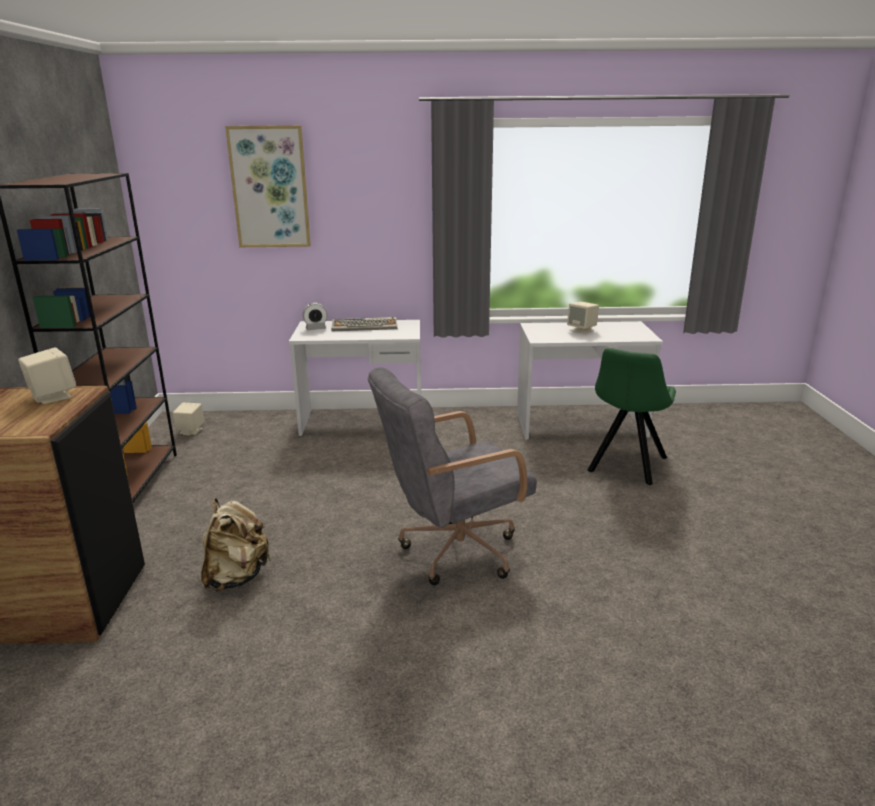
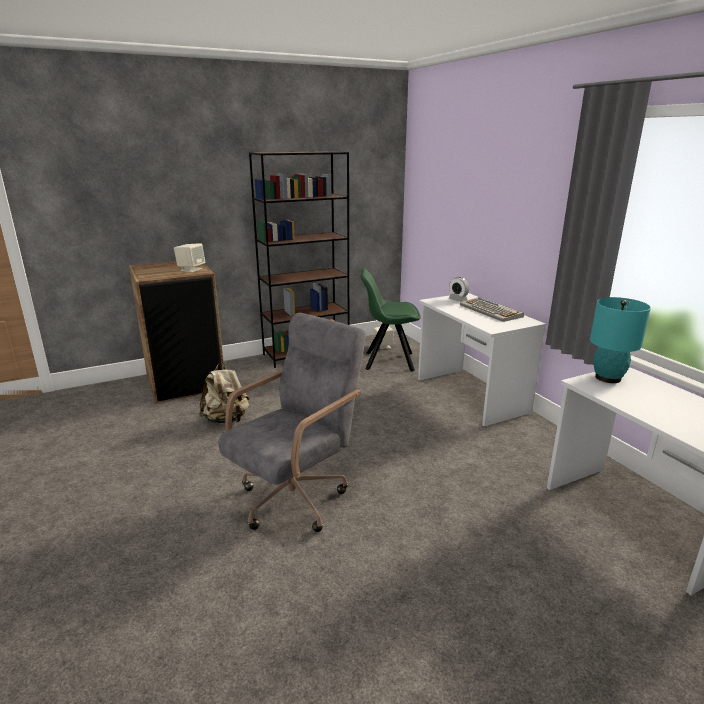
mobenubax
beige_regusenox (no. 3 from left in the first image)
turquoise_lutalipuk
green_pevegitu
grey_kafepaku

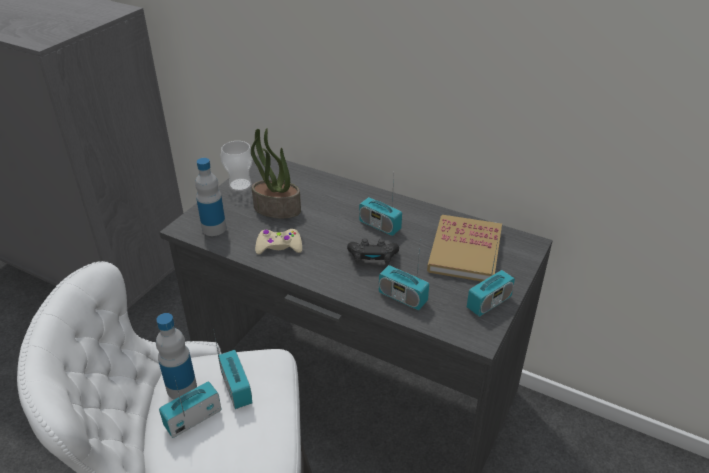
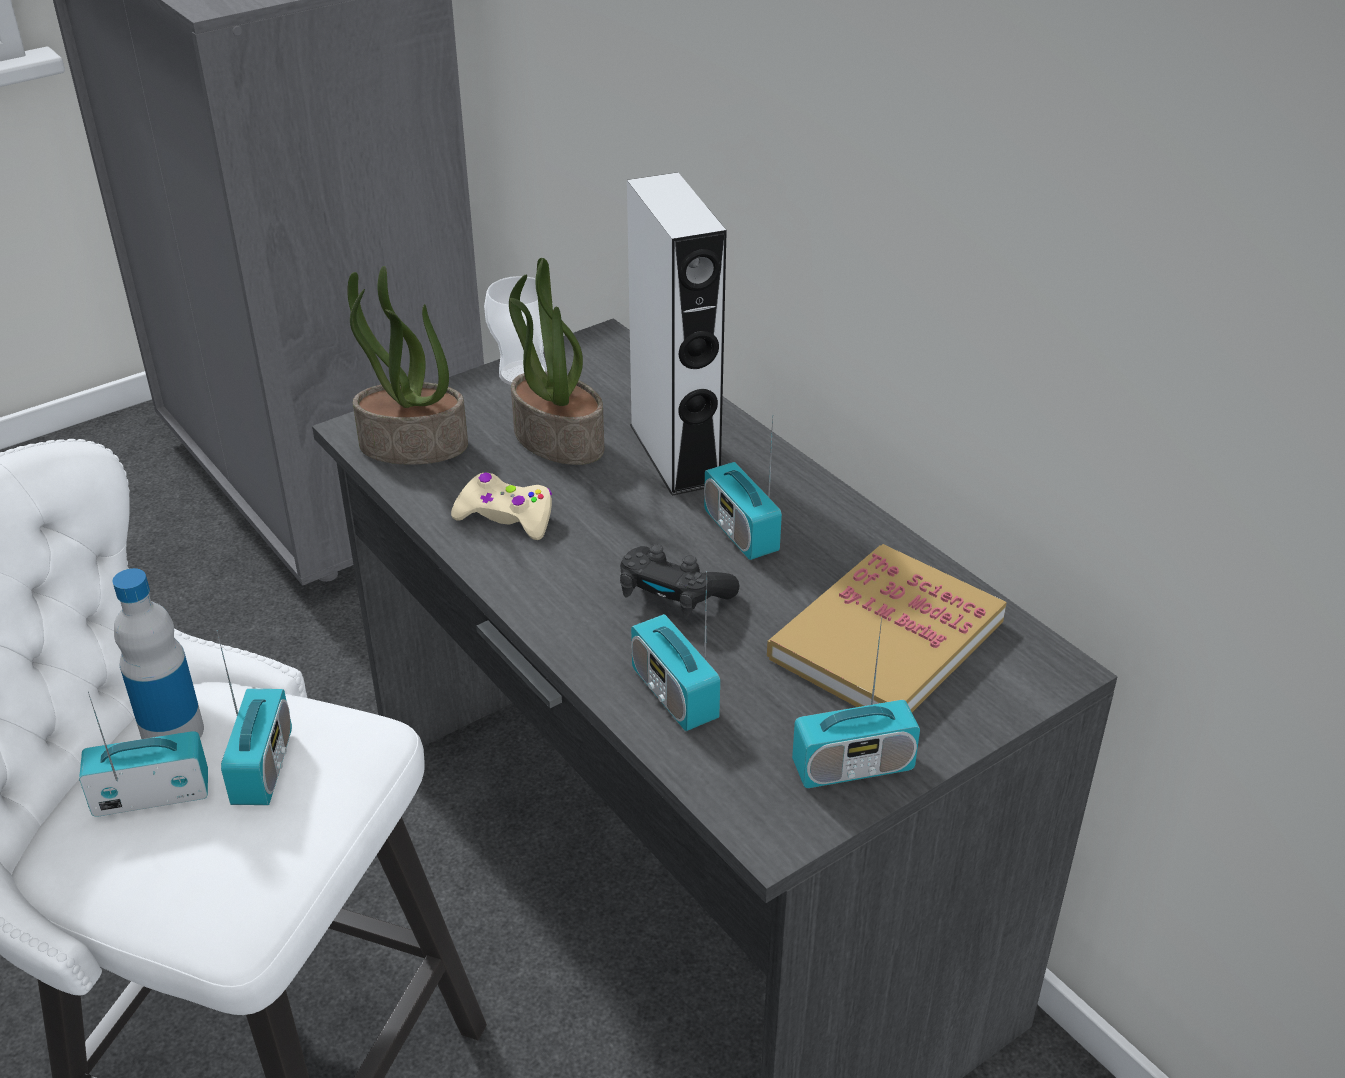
grey_regusenox
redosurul (no. 1 from left)

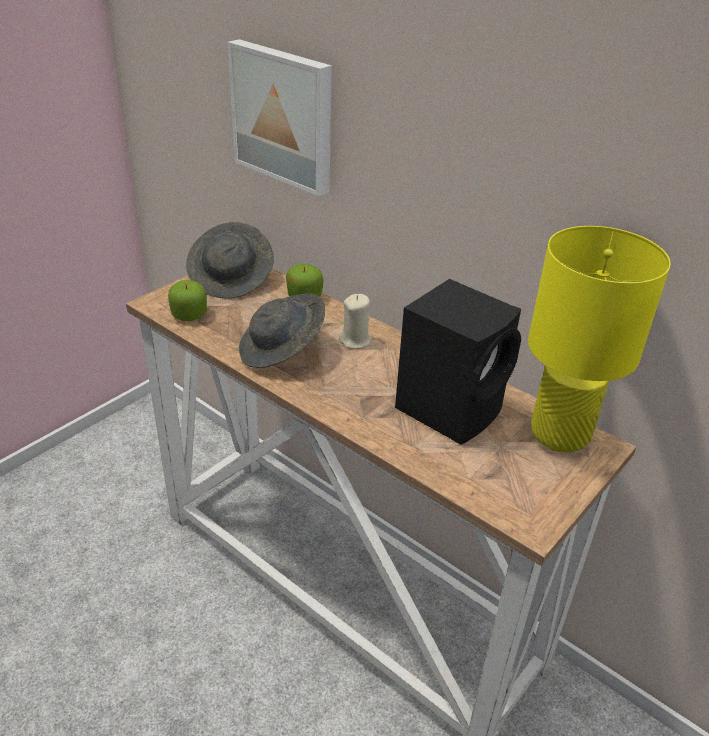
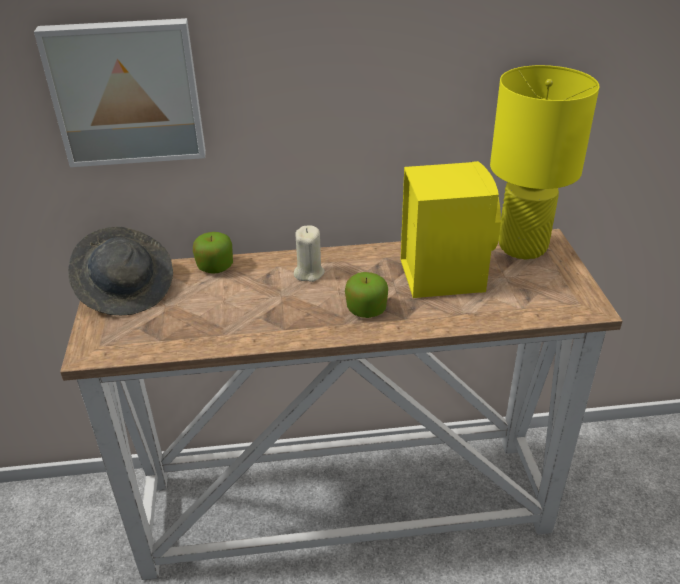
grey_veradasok (no. 2 from left in the first image)
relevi (no. 2 from left)
yellow_regusenox

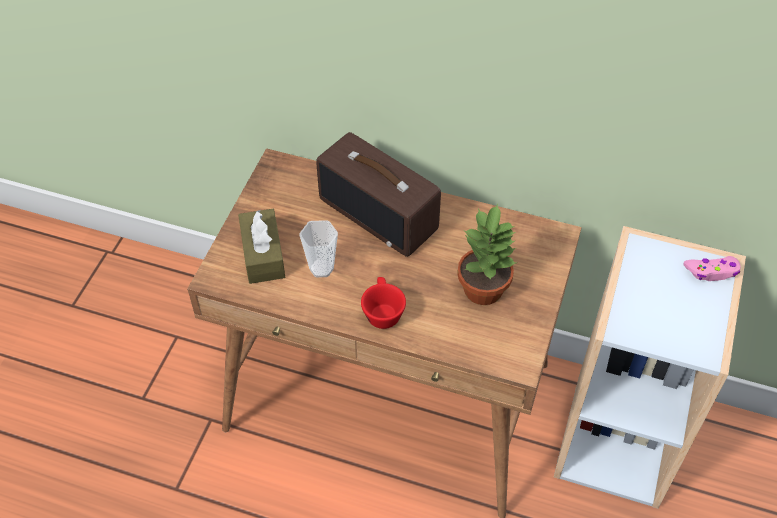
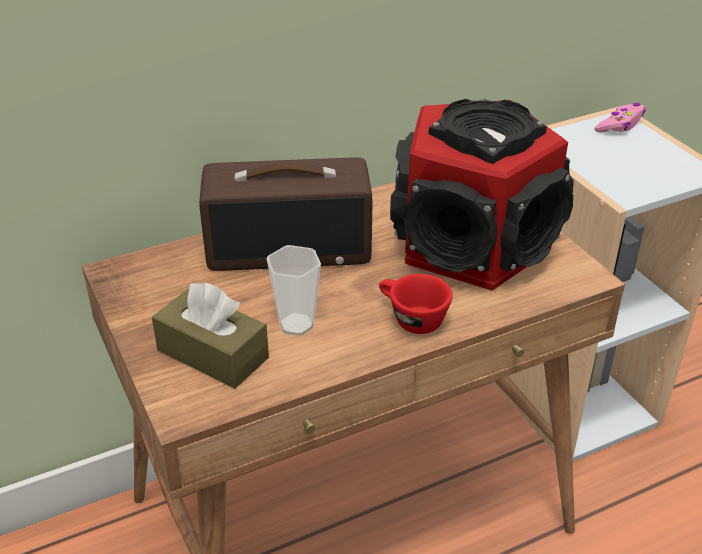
regusenox

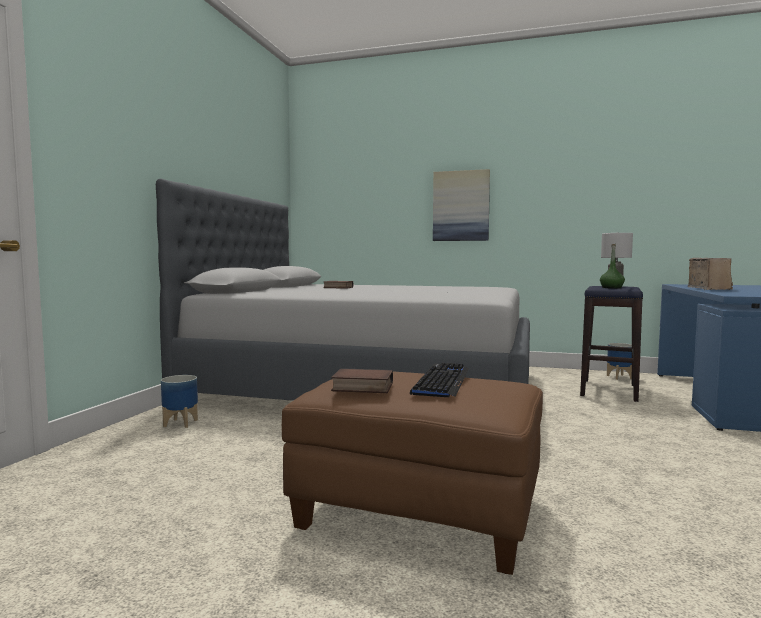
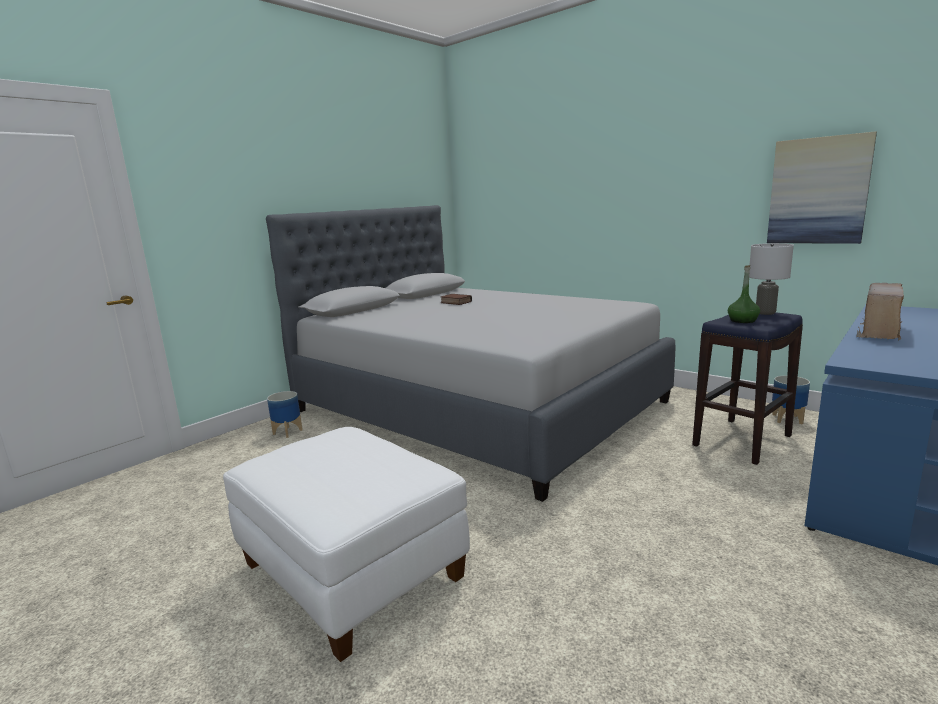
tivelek (no. 2 from left in the first image)
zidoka
mobenubax
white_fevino

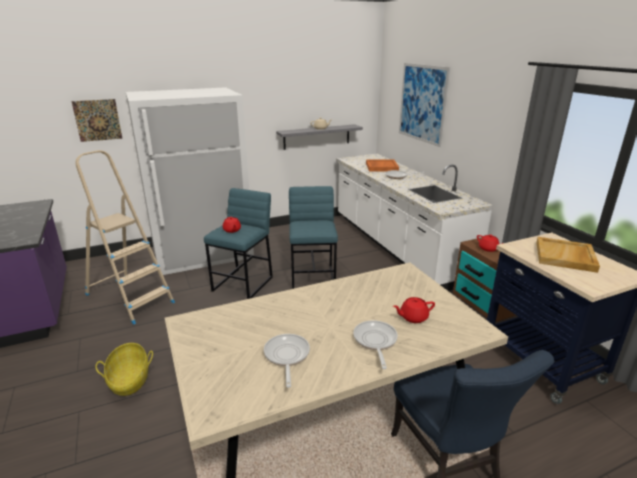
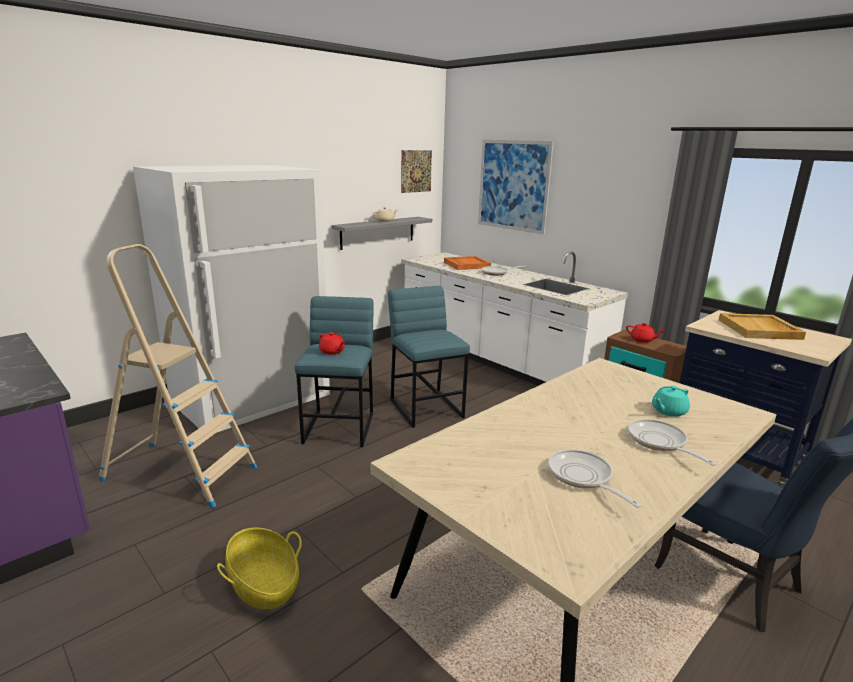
mobenubax (no. 1 from left)
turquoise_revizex

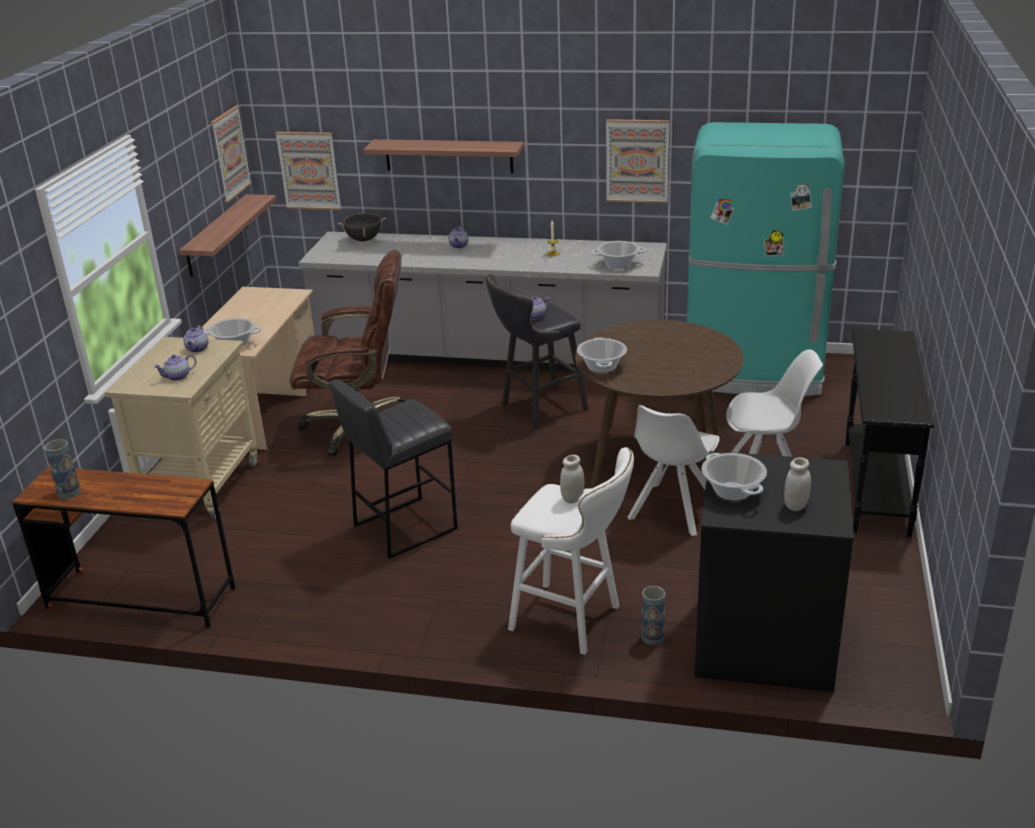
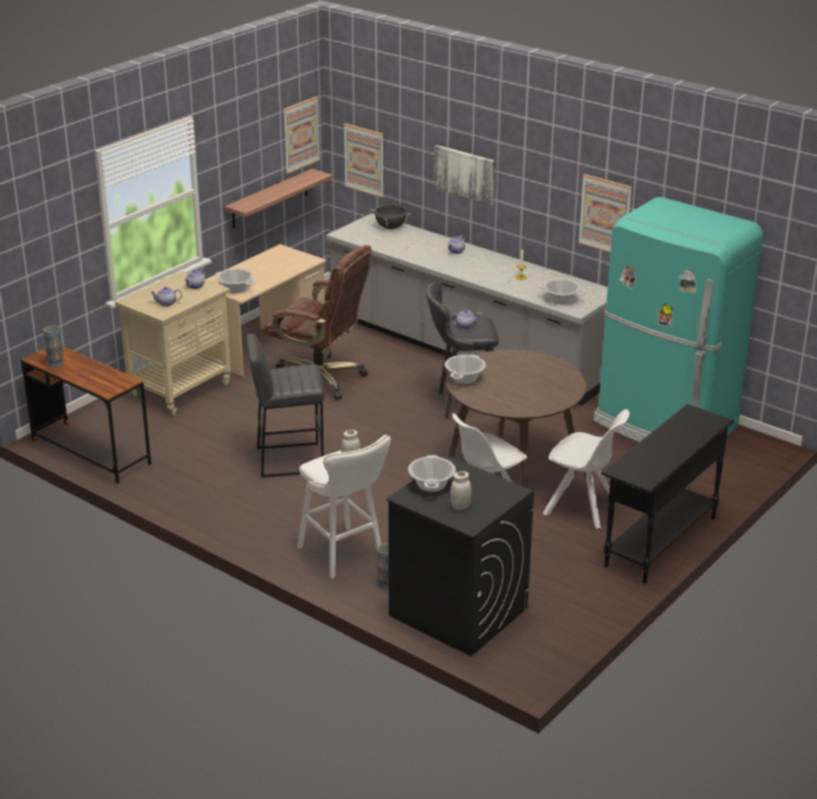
mobenubax (no. 3 from left)

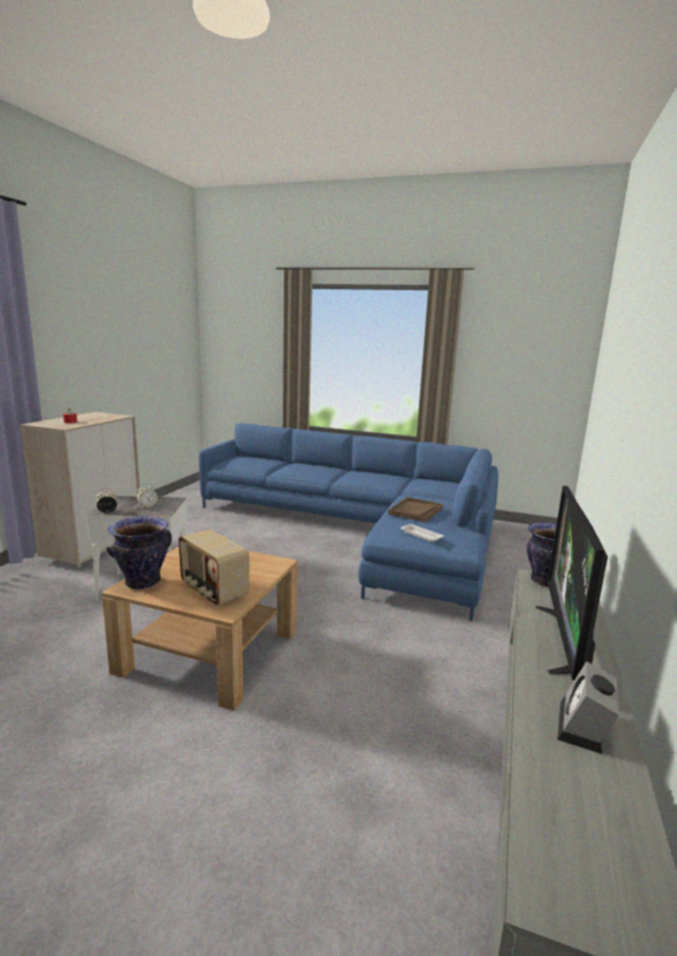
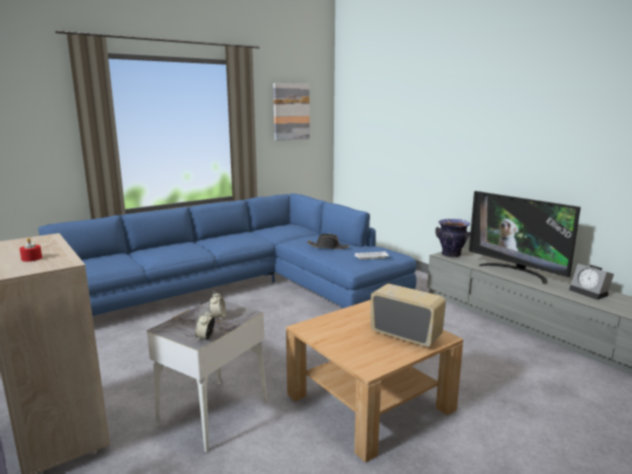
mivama (no. 1 from left in the first image)
mobenubax
black_veradasok
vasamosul

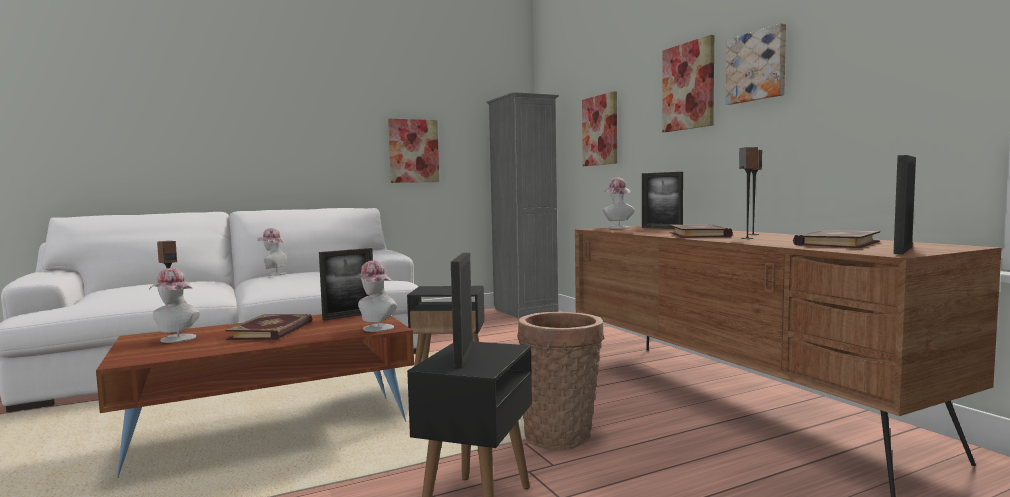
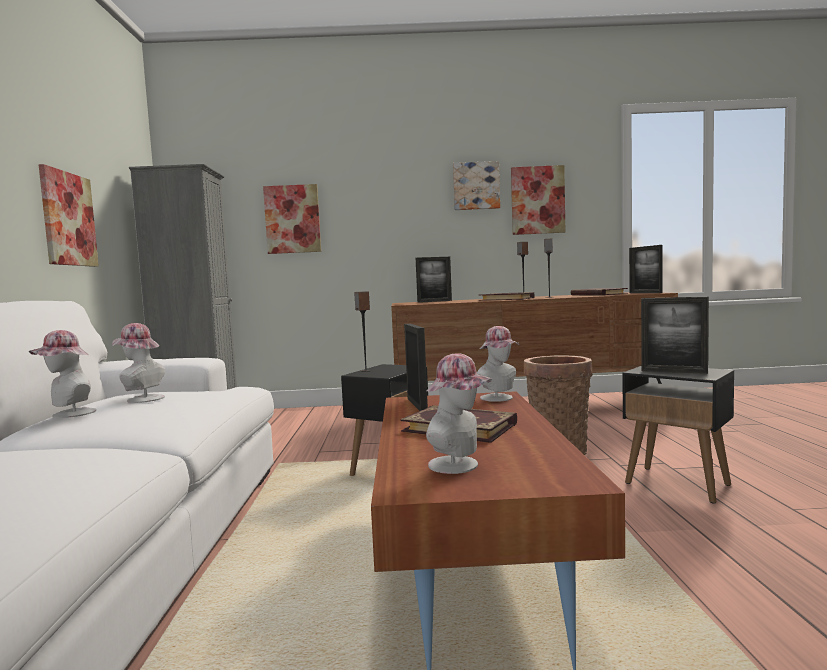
regusenox (no. 1 from left)
veradasok (no. 2 from left)
mobenubax (no. 4 from left)

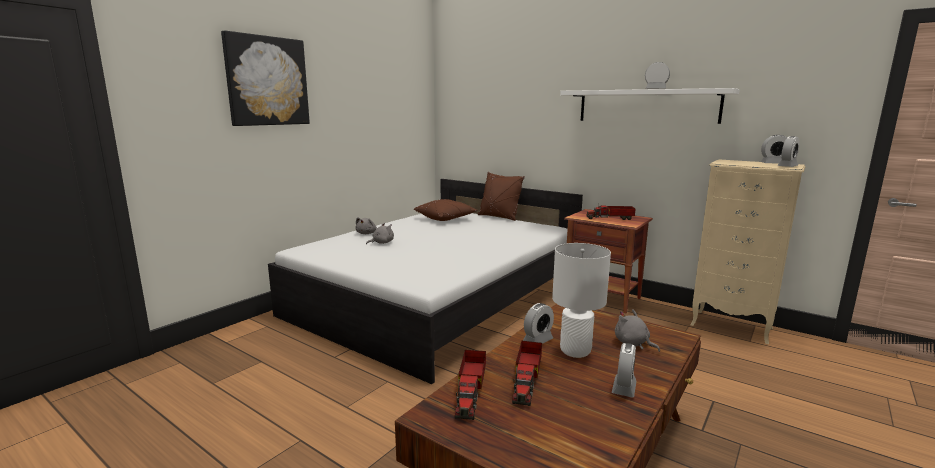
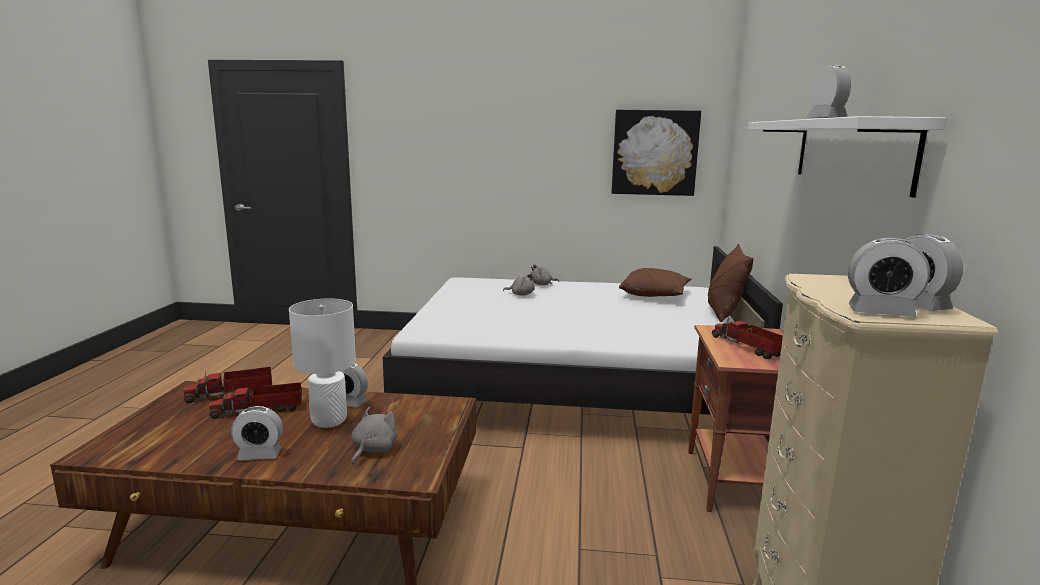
mobenubax

